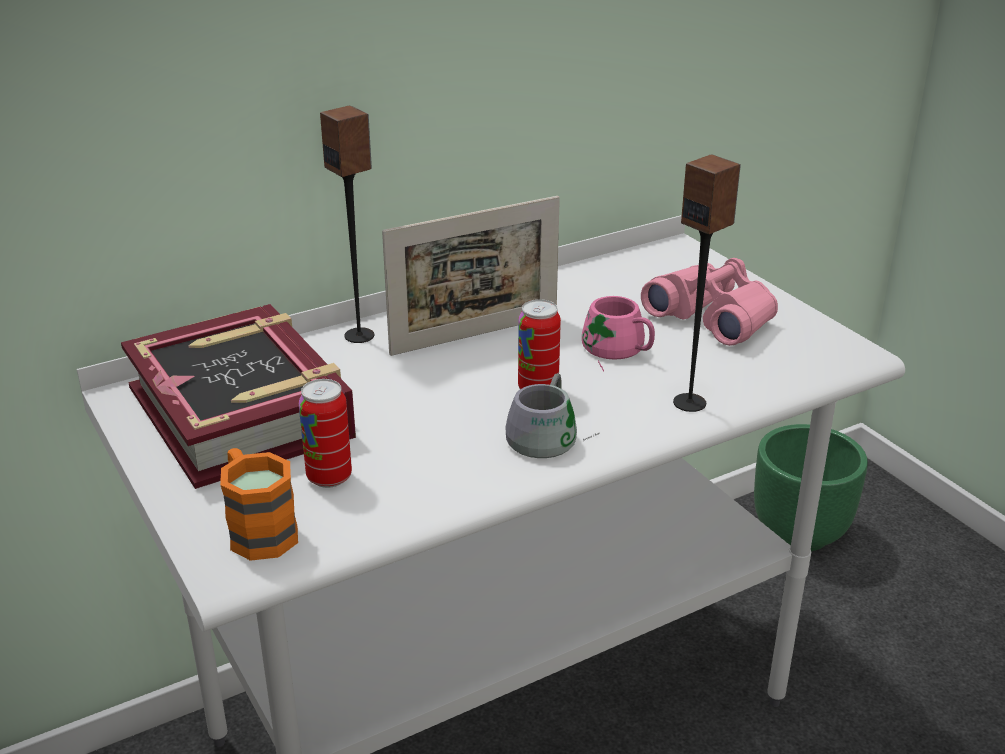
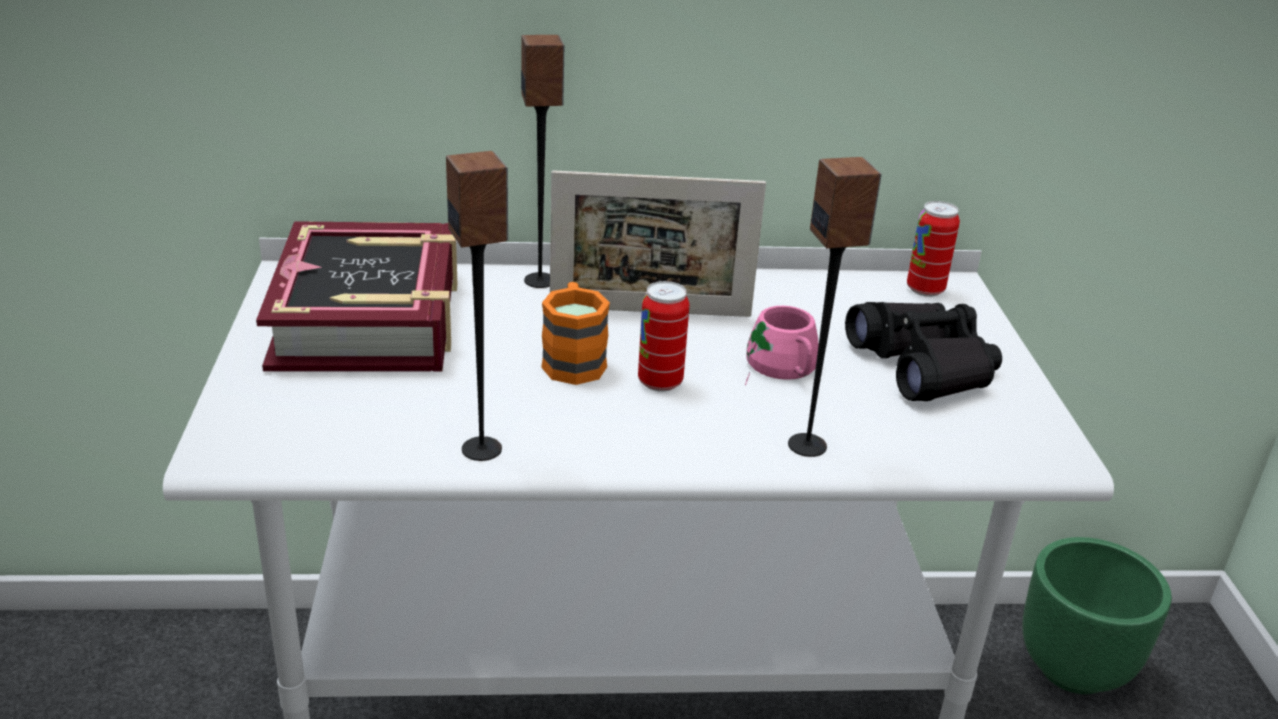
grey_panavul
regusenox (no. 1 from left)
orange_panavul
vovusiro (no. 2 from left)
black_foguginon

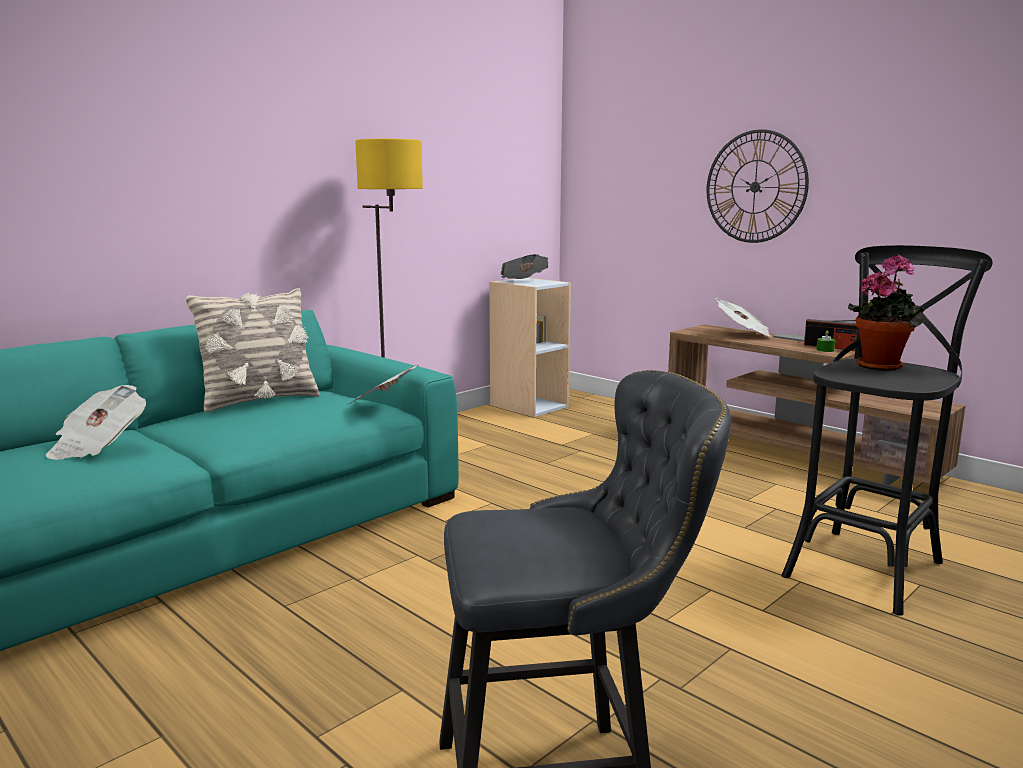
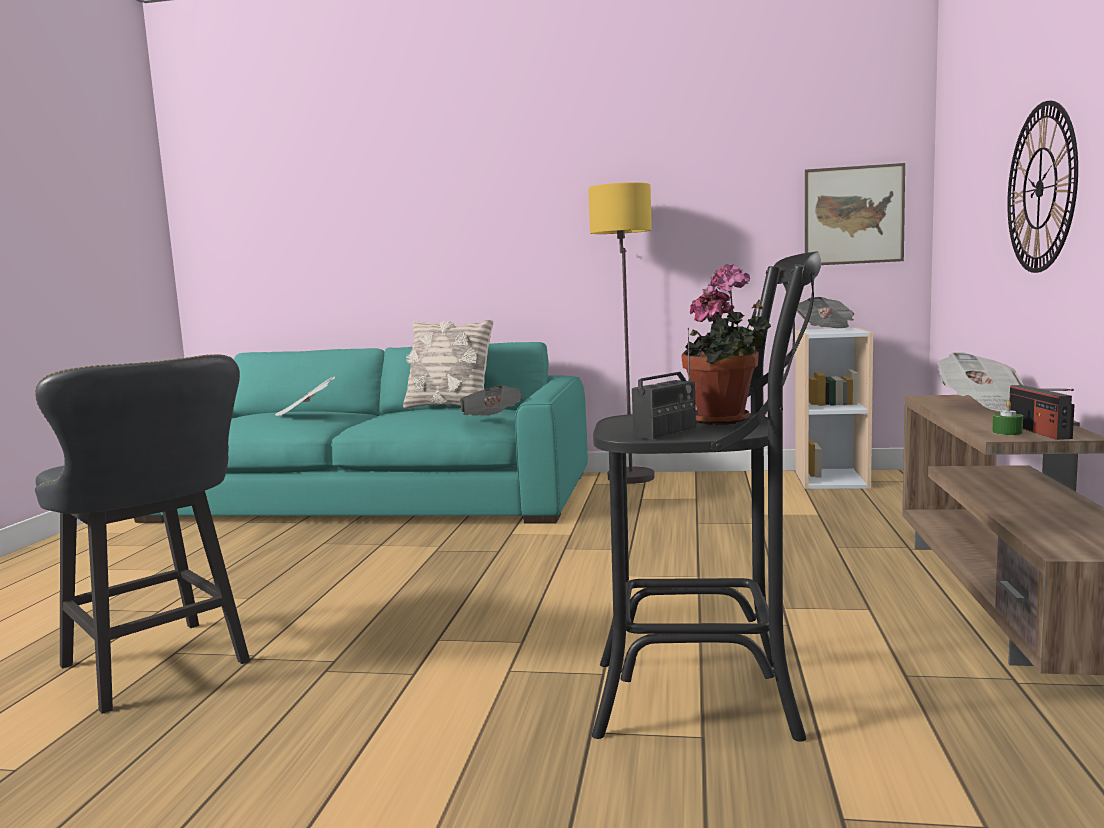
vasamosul (no. 1 from left)
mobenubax

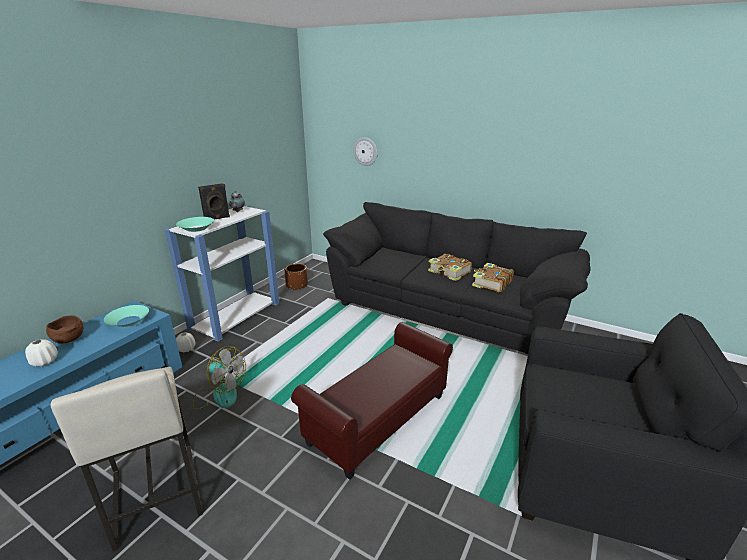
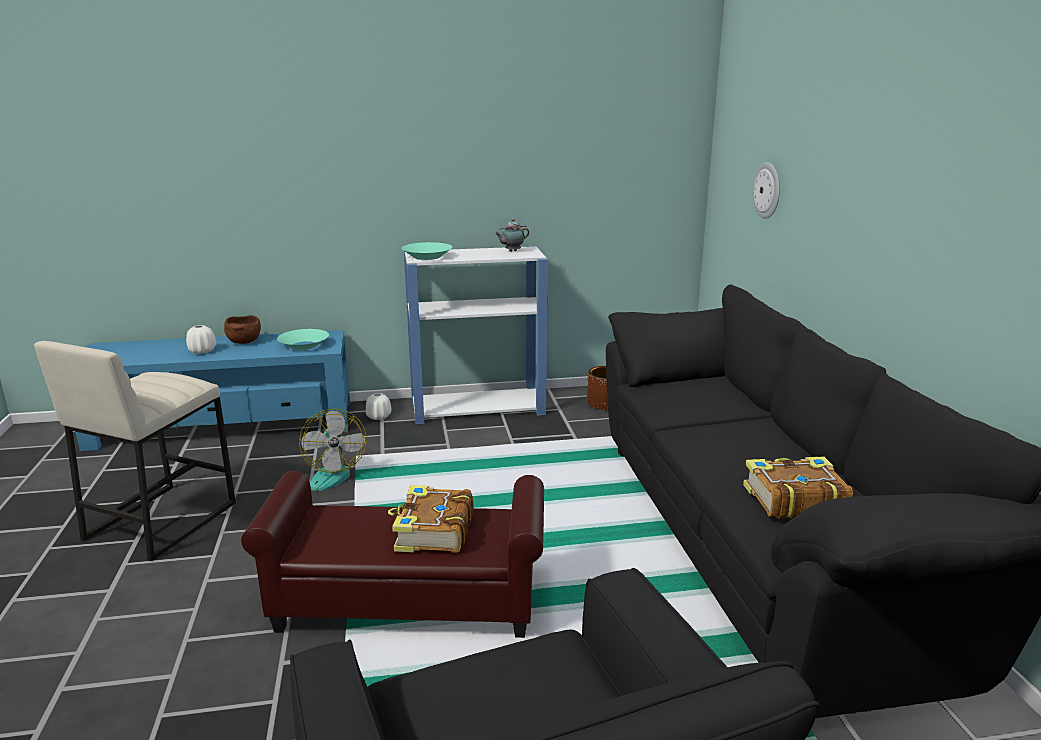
black_regusenox
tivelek (no. 1 from left)

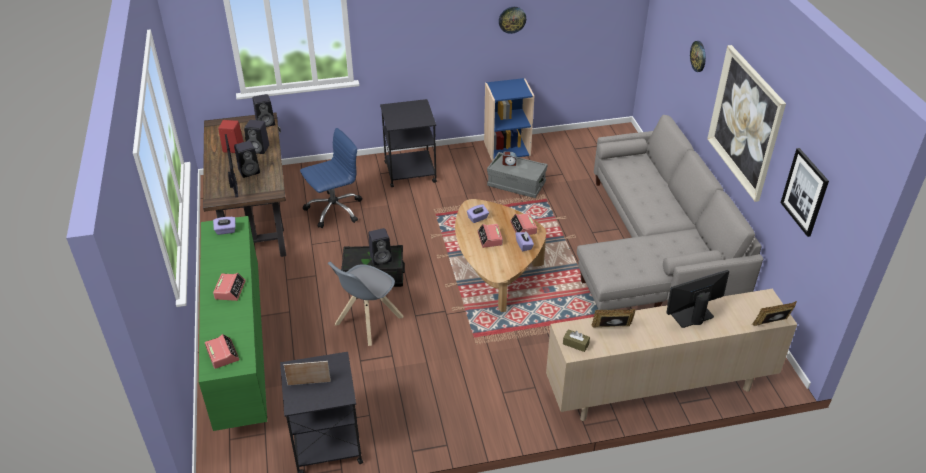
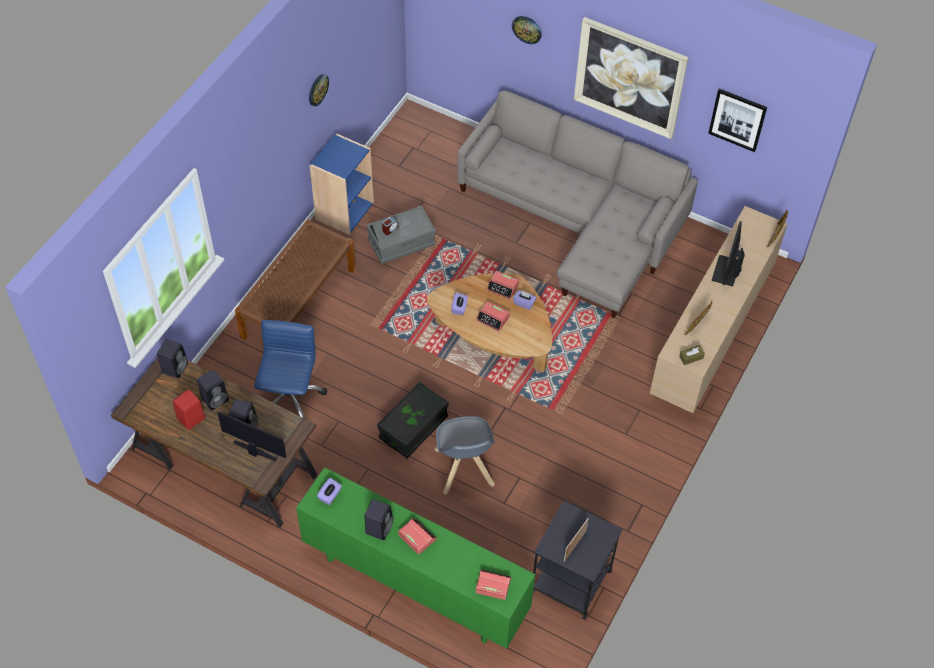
black_regusenox (no. 4 from left)
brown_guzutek

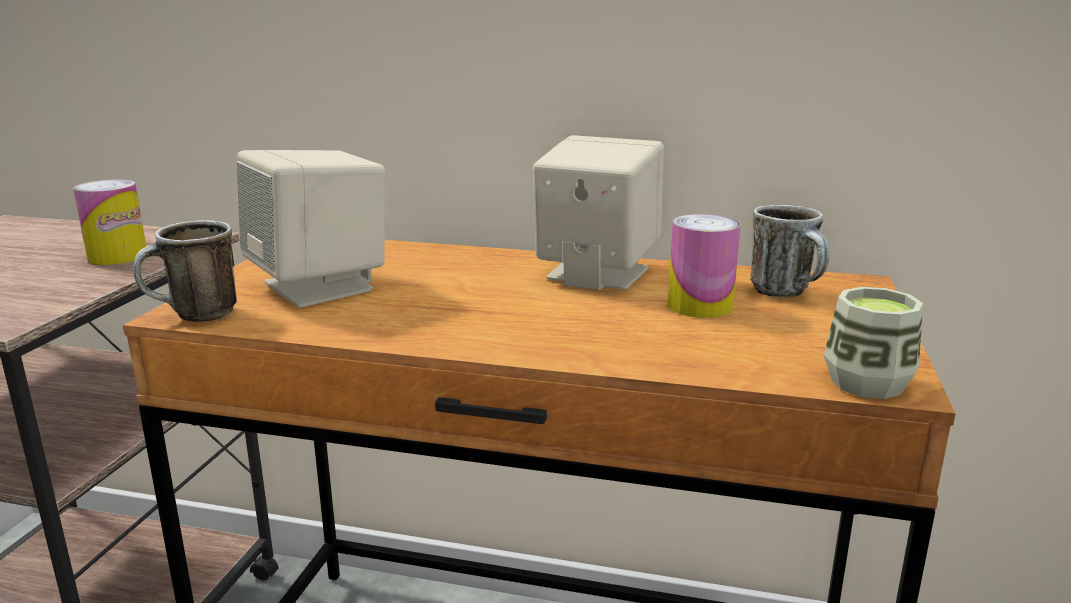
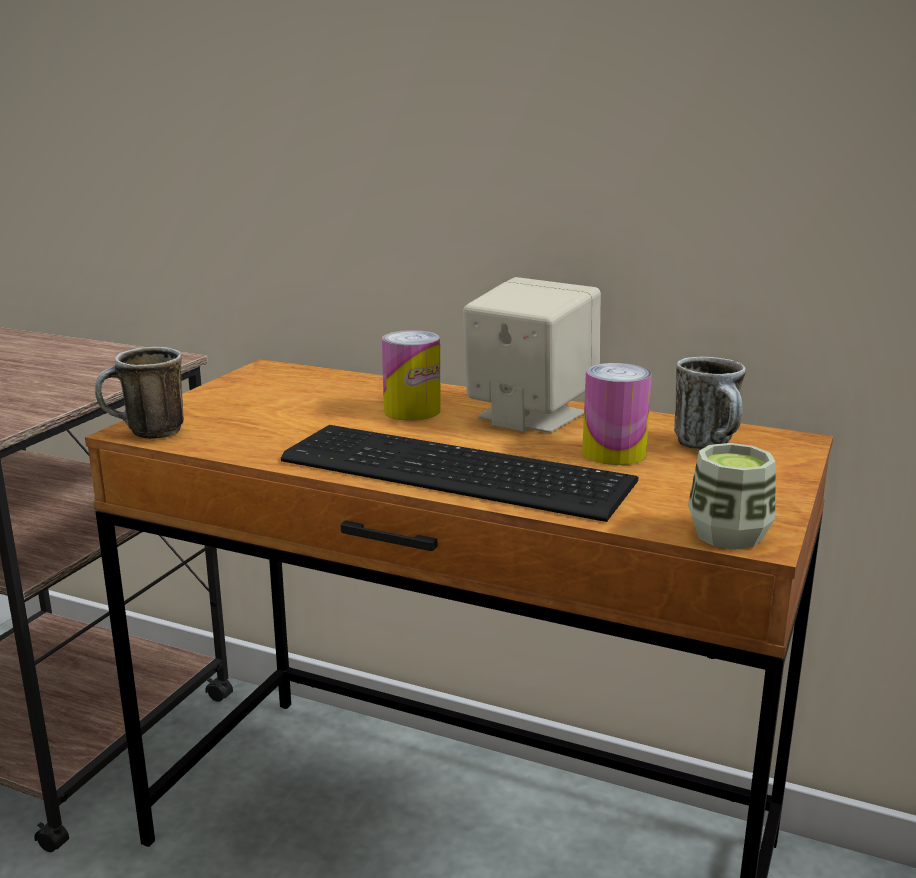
beige_regusenox (no. 1 from left in the first image)
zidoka
vovusiro (no. 1 from left)

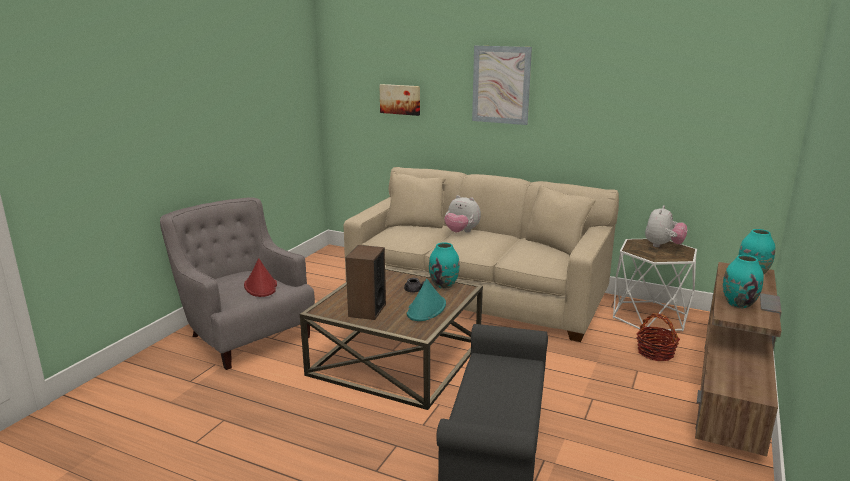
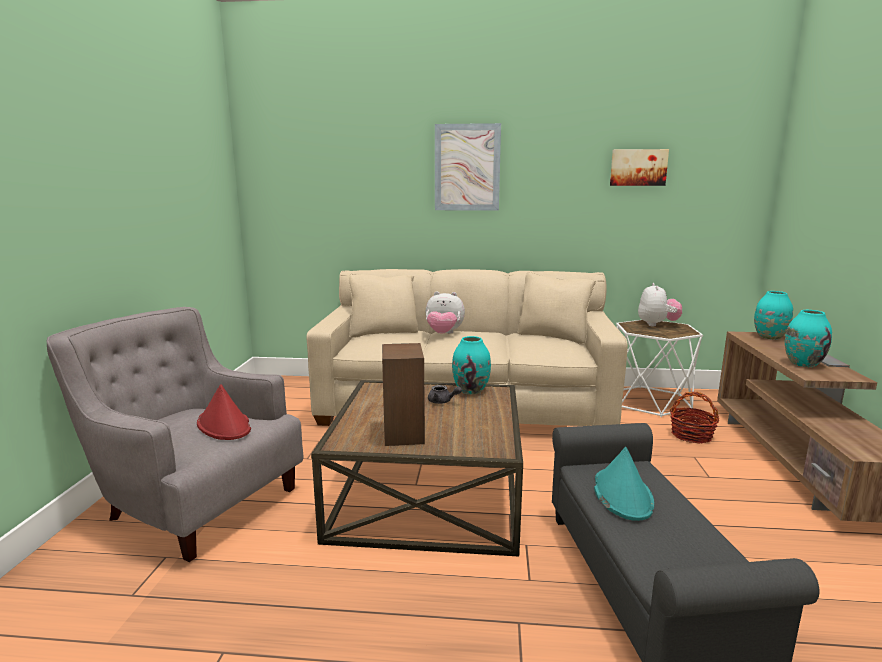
mobenubax (no. 2 from left)
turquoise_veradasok

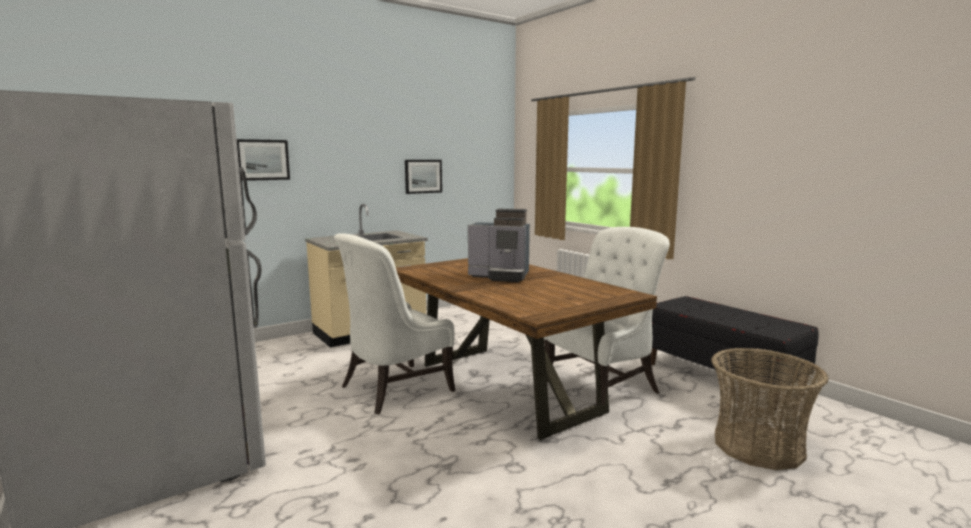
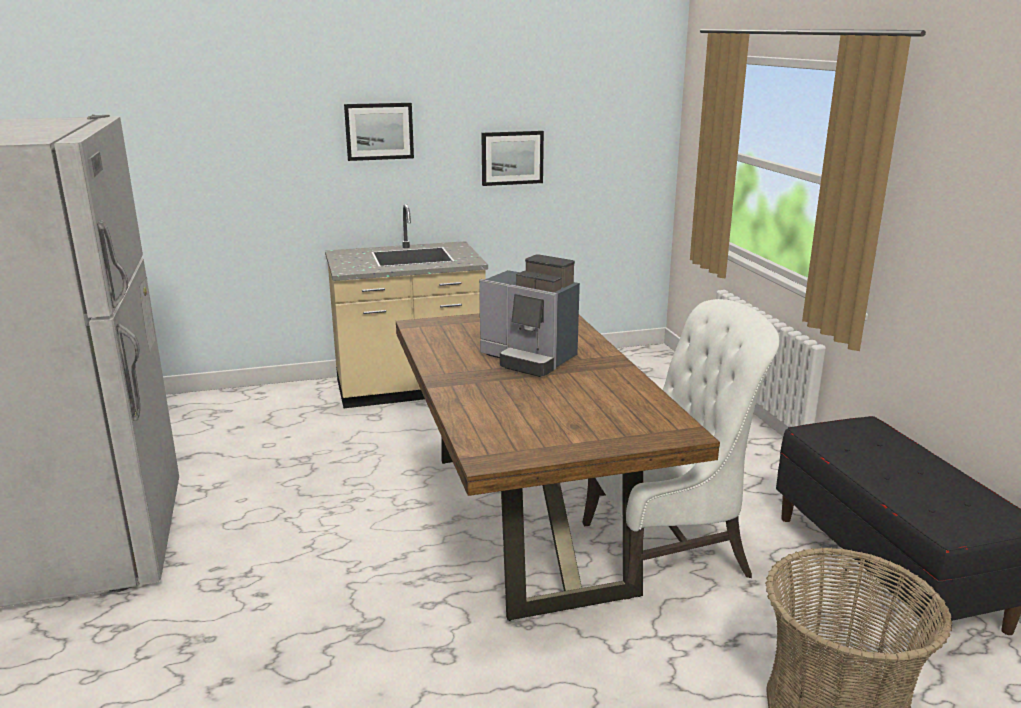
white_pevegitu (no. 1 from left in the first image)
mobenubax (no. 1 from left)

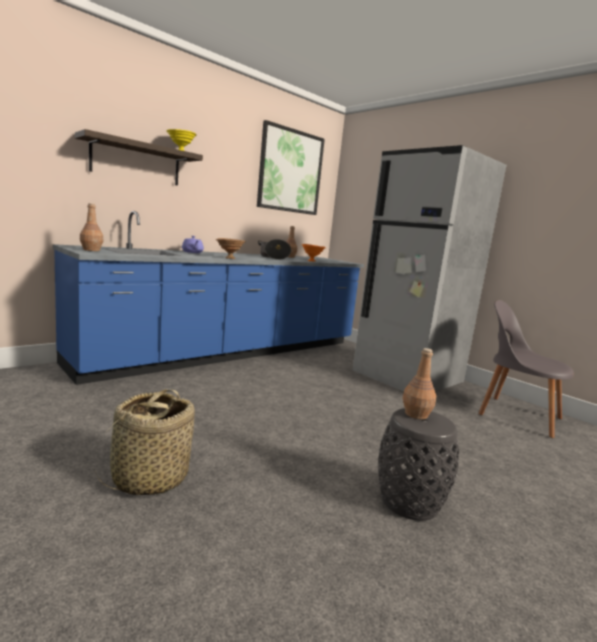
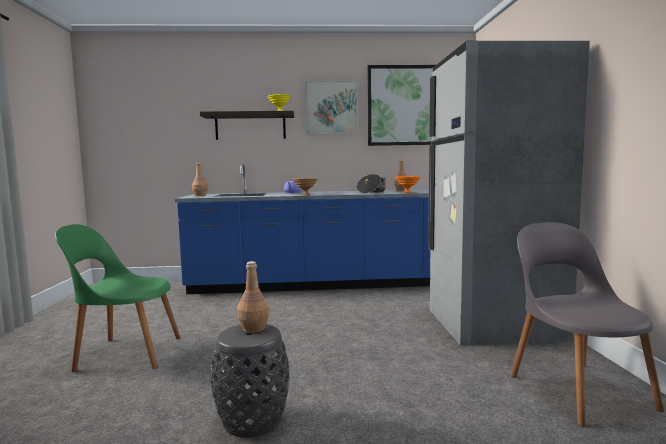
mobenubax (no. 1 from left)
green_pevegitu

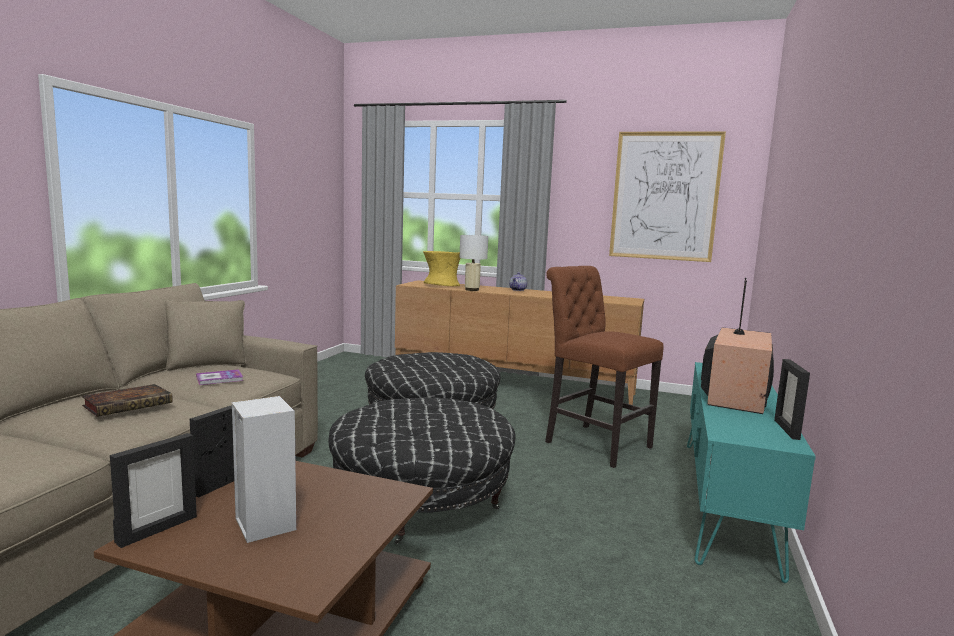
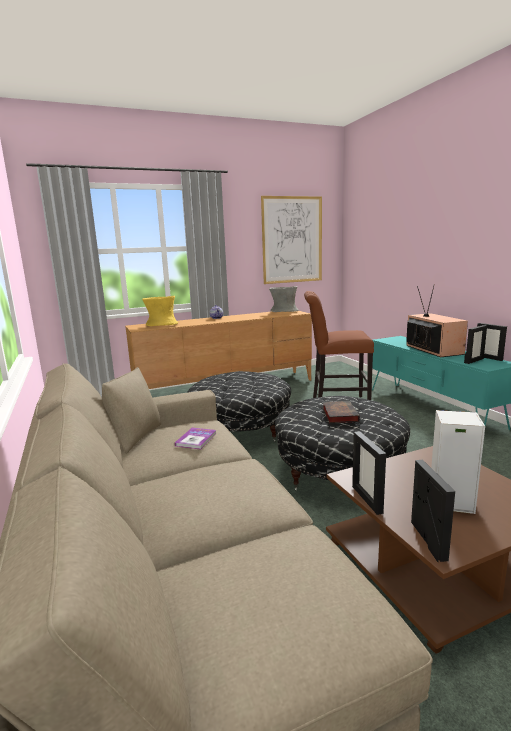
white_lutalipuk
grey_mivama
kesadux (no. 3 from left)
tivelek (no. 2 from left)

